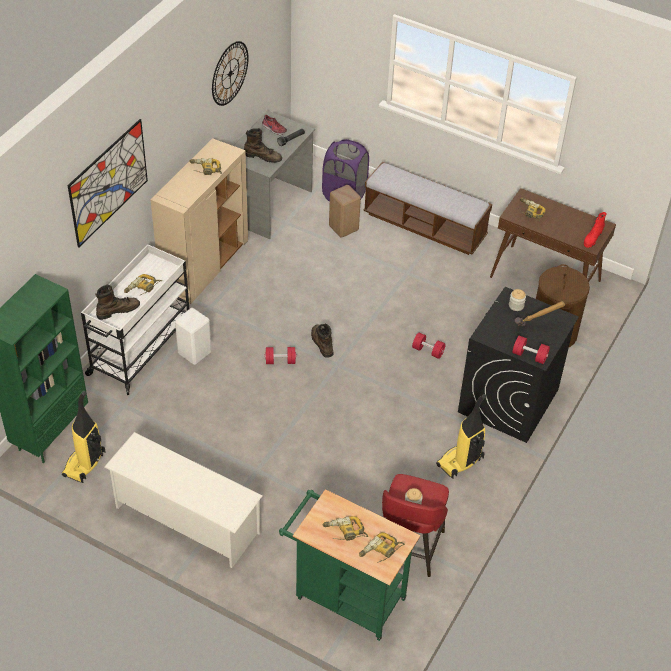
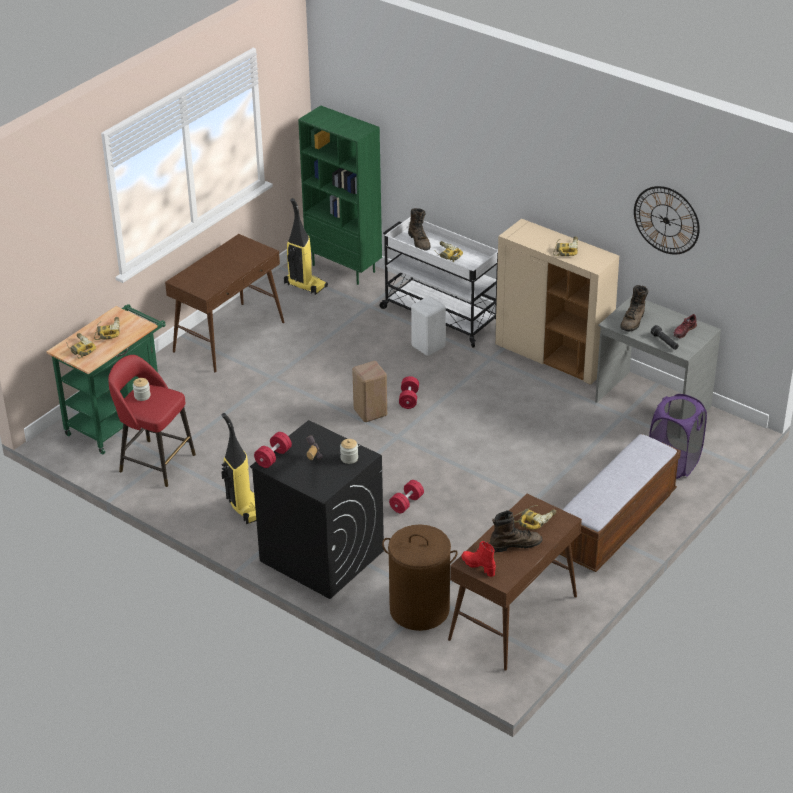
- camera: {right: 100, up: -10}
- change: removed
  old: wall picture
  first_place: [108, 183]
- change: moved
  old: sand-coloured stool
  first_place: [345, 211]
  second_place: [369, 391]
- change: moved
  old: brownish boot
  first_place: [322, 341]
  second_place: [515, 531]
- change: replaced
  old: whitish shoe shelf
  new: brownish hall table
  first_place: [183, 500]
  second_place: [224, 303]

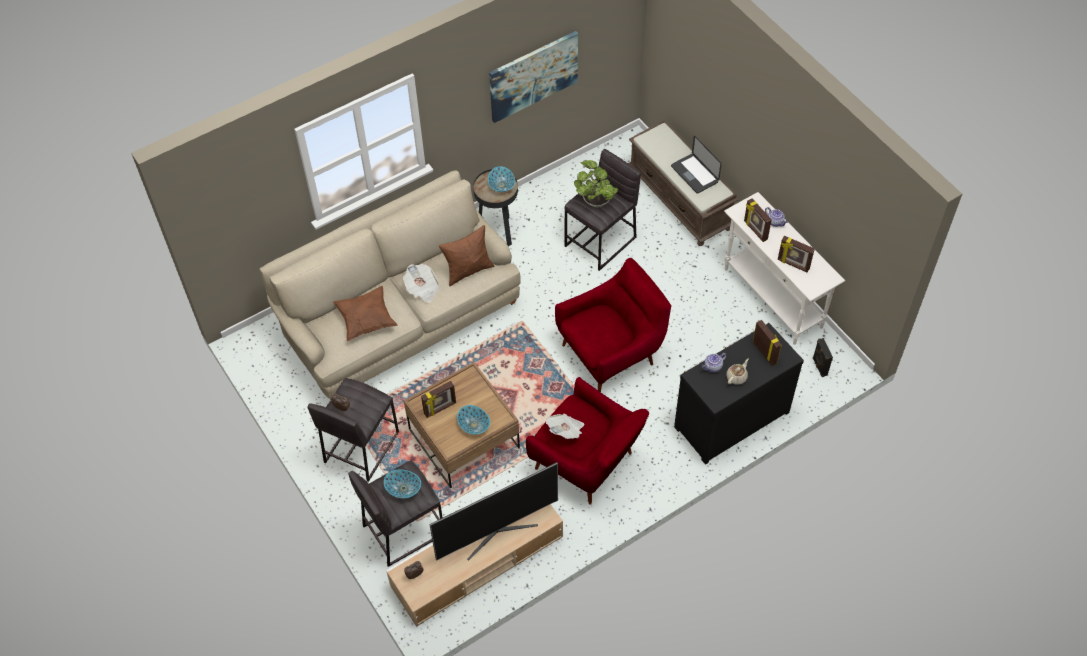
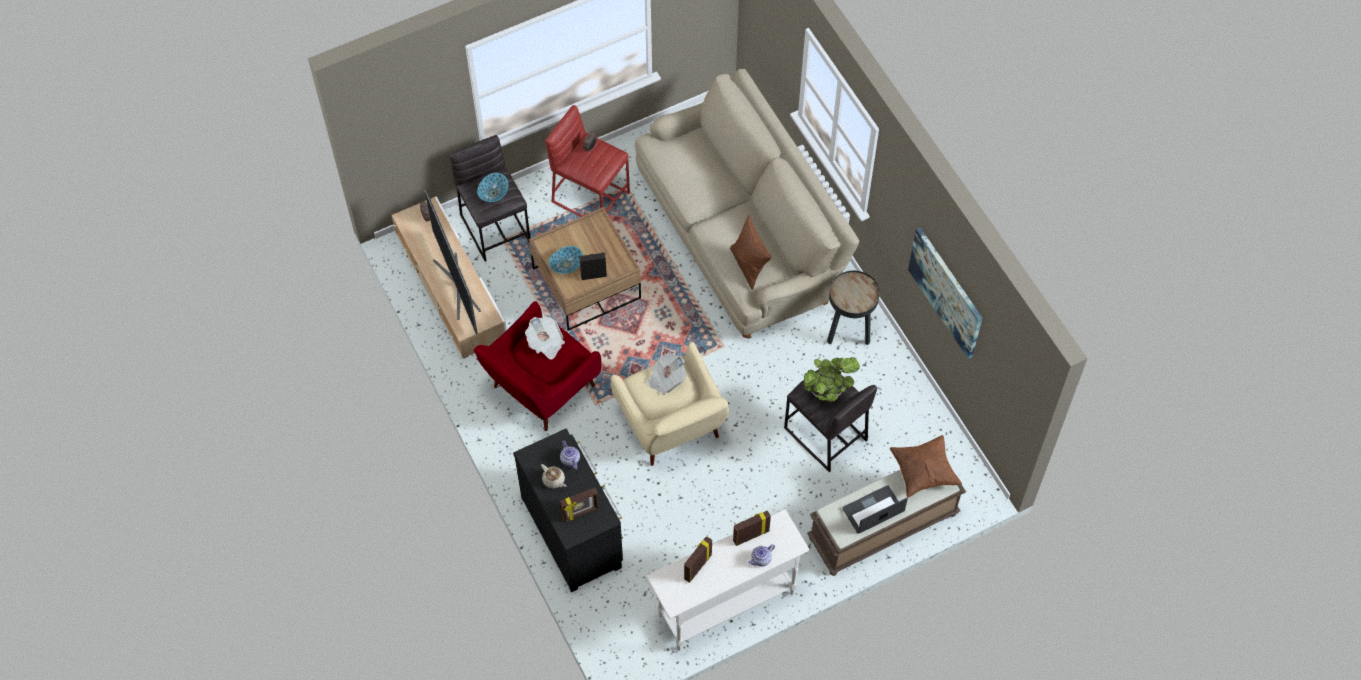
- camera: {right: 95, up: 5}
- change: removed
  old: deep dish
  first_place: [501, 179]
- change: recoloured
  old: red-coloured armchair
  new: sand-coloured armchair
  first_place: [613, 325]
  second_place: [670, 404]
- change: moved
  old: printed paper
  first_place: [422, 283]
  second_place: [666, 374]
- change: moved
  old: brownish cushion
  first_place: [365, 313]
  second_place: [926, 466]
- change: moved
  old: black-coloured loudspeaker
  first_place: [823, 357]
  second_place: [593, 266]
- change: recoloured
  old: greyish stool
  new: red-coloured stool
  first_place: [353, 429]
  second_place: [587, 161]
- change: removed
  old: standing frame
  first_place: [438, 399]

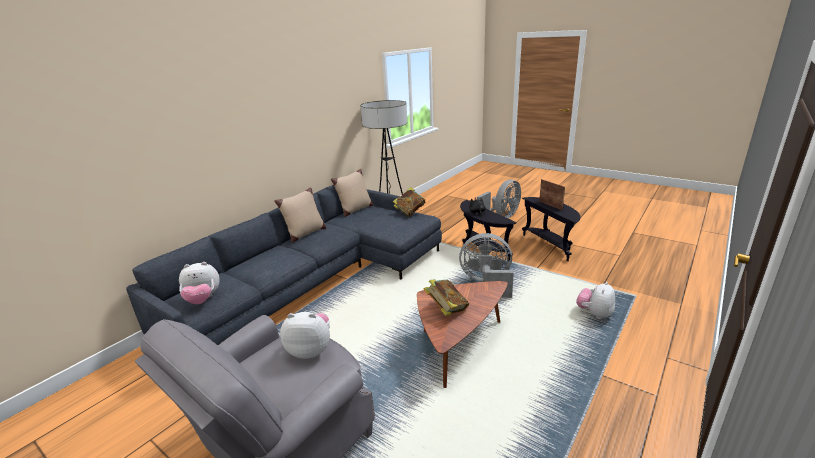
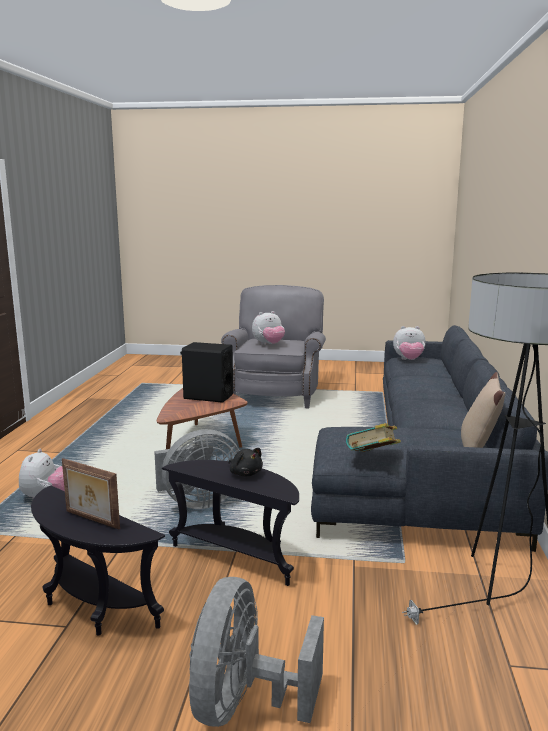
- camera: {right: 150, up: -10}
- change: removed
  old: sand-coloured cushion
  first_place: [300, 214]
- change: turned
  old: plush toy
  first_place: [199, 283]
  second_place: [409, 343]
  degrees: -135
- change: replaced
  old: volume
  new: black-coloured loudspeaker
  first_place: [446, 297]
  second_place: [206, 372]

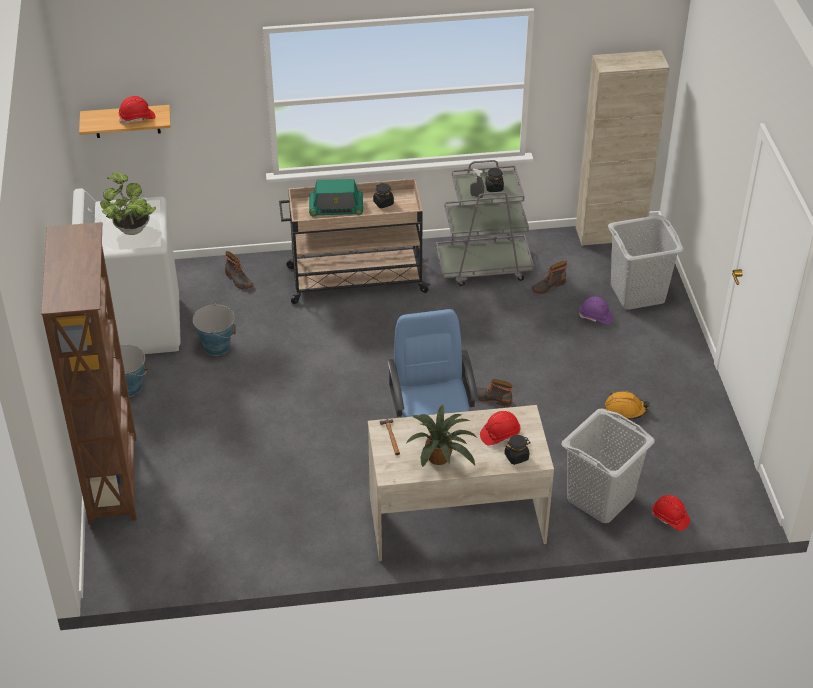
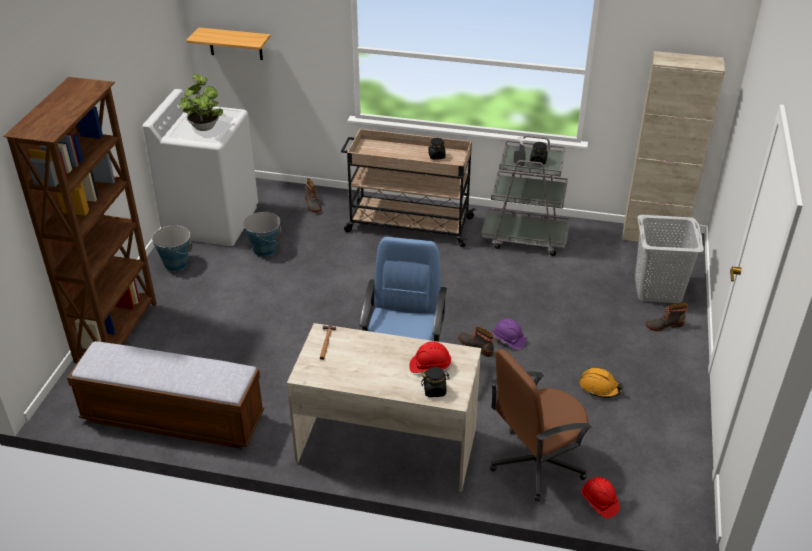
- camera: {right: 20, up: -5}
- change: removed
  old: red-coloured hard hat
  first_place: [137, 110]
- change: removed
  old: radio receiver
  first_place: [336, 197]
- change: moved
  old: boot
  first_place: [549, 277]
  second_place: [667, 317]
- change: moved
  old: purplish hard hat
  first_place: [596, 310]
  second_place: [509, 334]
- change: removed
  old: houseplant
  first_place: [442, 436]
- change: replaced
  old: greyish hamper
  new: brownish computer chair
  first_place: [608, 466]
  second_place: [541, 425]
- change: added
  new: bench
  second_place: [165, 395]

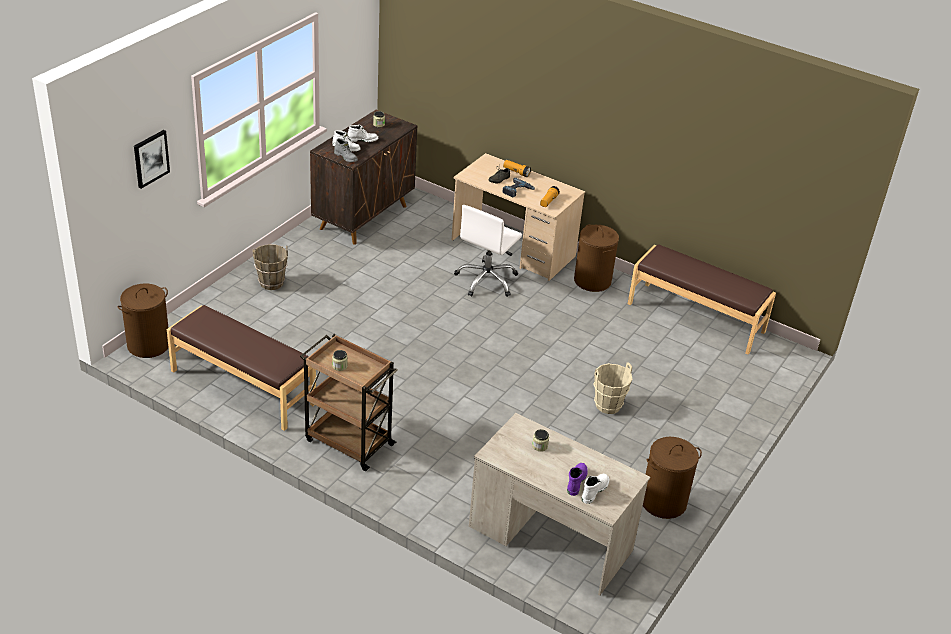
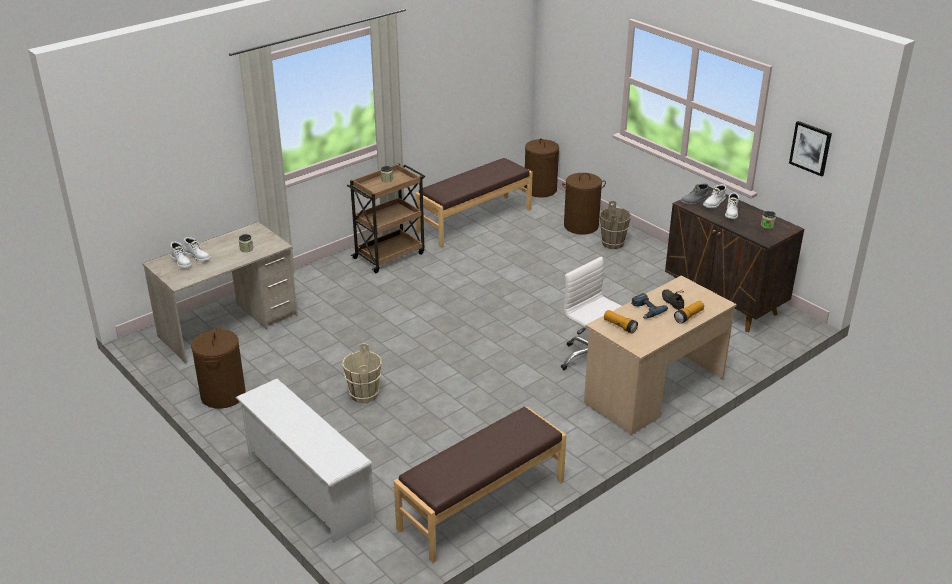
- camera: {right: 110, up: -5}
- change: moved
  old: wall picture
  first_place: [152, 159]
  second_place: [810, 149]
- change: moved
  old: brownish hamper
  first_place: [596, 258]
  second_place: [584, 204]
- change: recoloured
  old: purplish boot
  new: whitish boot
  first_place: [577, 479]
  second_place: [197, 249]
- change: added
  new: whitish shoe shelf
  second_place: [305, 460]

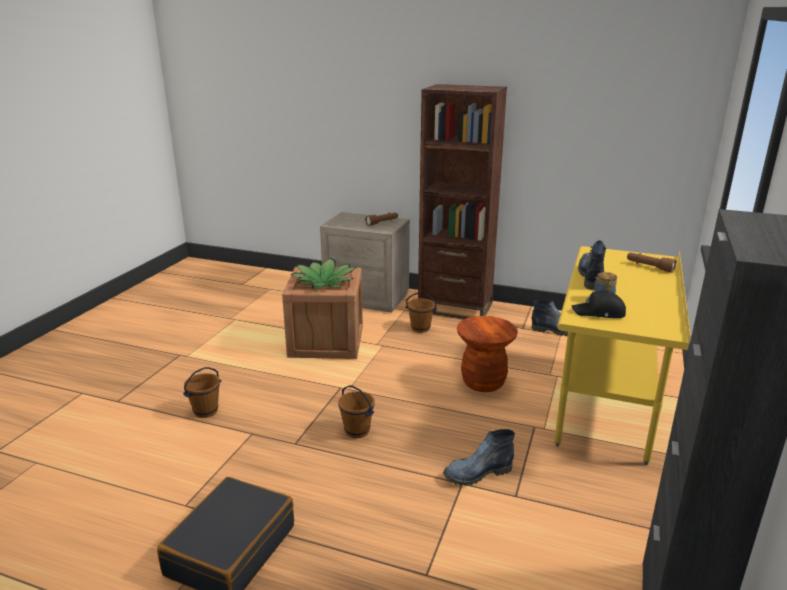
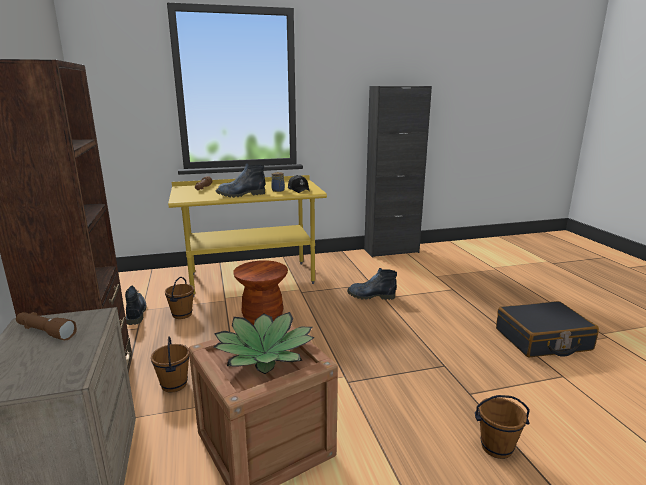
- camera: {right: -125, up: -5}
- change: moved
  old: brownish pail
  first_place: [356, 411]
  second_place: [179, 298]
- change: turned
  old: boot
  first_place: [479, 457]
  second_place: [372, 284]
  degrees: 150

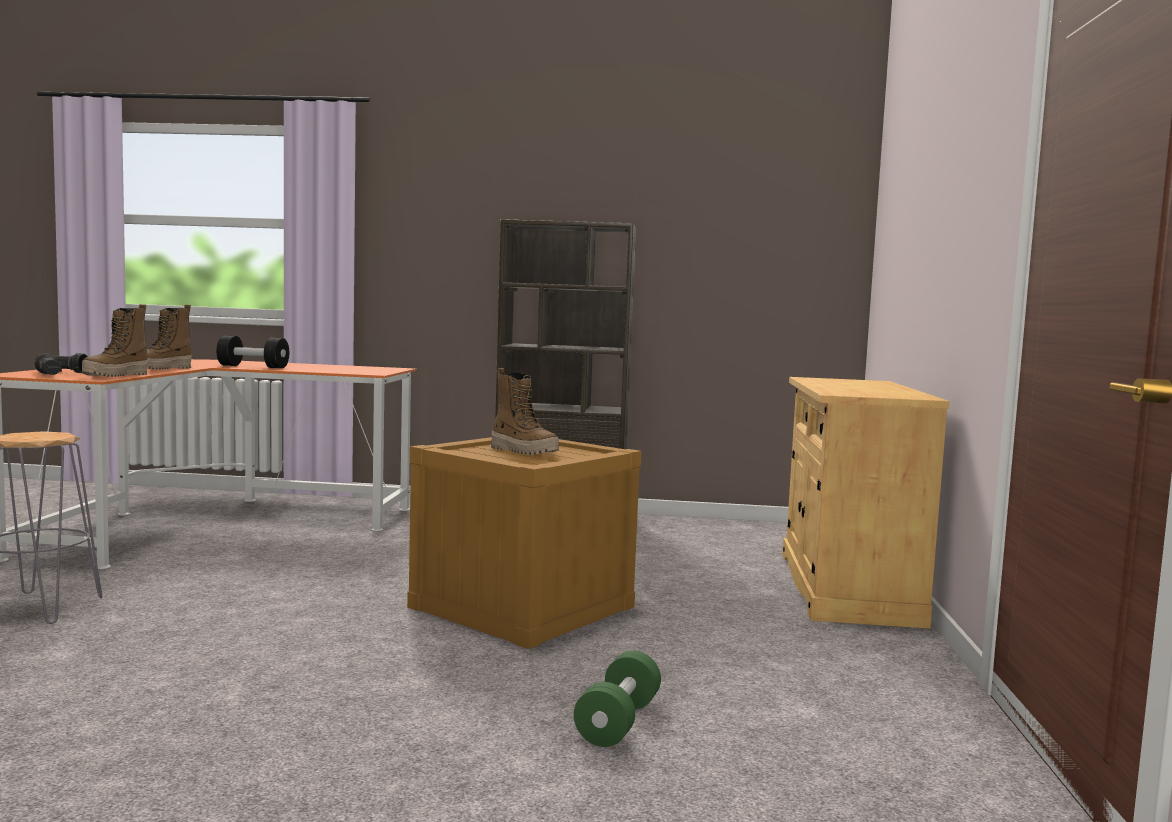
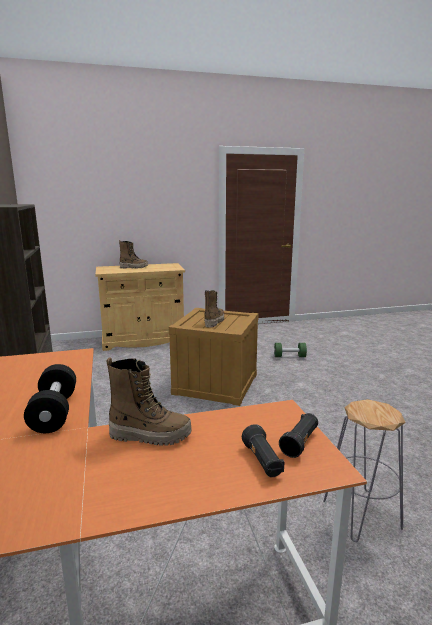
- camera: {right: -110, up: 10}
- change: moved
  old: boot
  first_place: [115, 340]
  second_place: [133, 254]

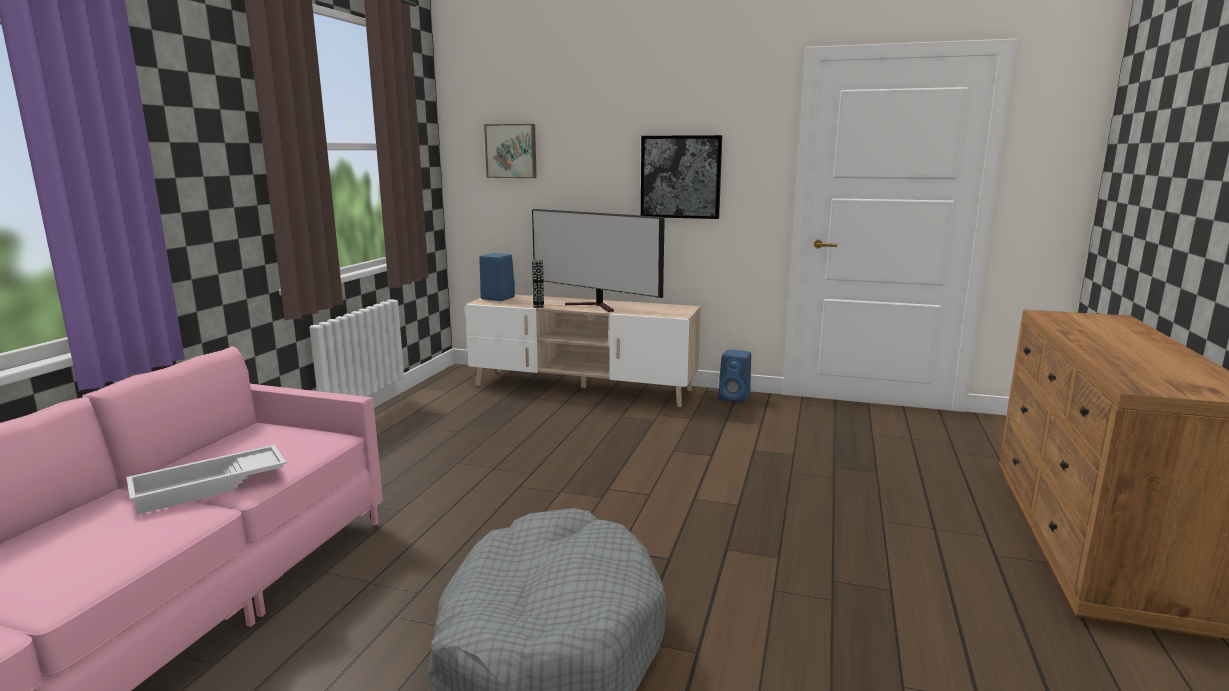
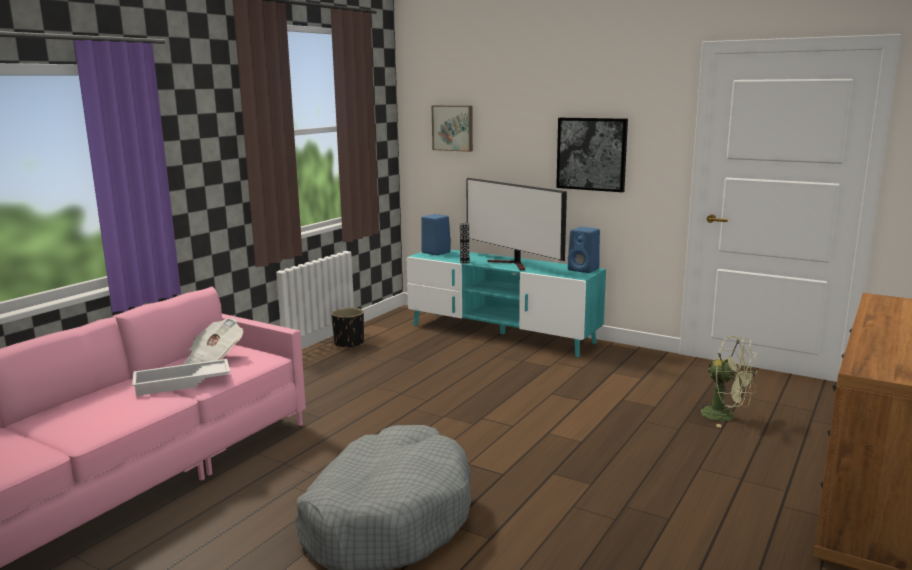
- camera: {right: 15, up: 0}
- change: recoloured
  old: sand-coloured tv stand
  new: turquoise tv stand
  first_place: [583, 351]
  second_place: [506, 304]
- change: moved
  old: blue-coloured loudspeaker
  first_place: [734, 375]
  second_place: [584, 250]
- change: added
  new: black-coloured flower pot
  second_place: [347, 328]
- change: added
  new: printed paper
  second_place: [213, 341]
- change: added
  new: green electric fan
  second_place: [727, 381]

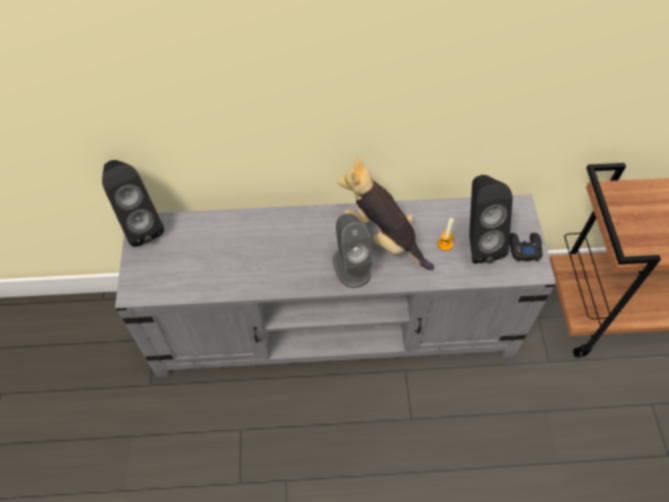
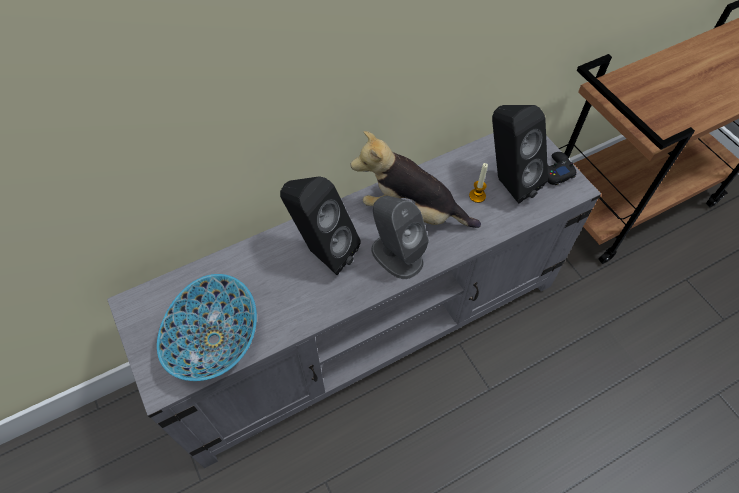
- camera: {right: -25, up: 0}
- change: moved
  old: black-coloured loudspeaker
  first_place: [133, 203]
  second_place: [320, 225]
- change: added
  new: deep dish
  second_place: [207, 327]

